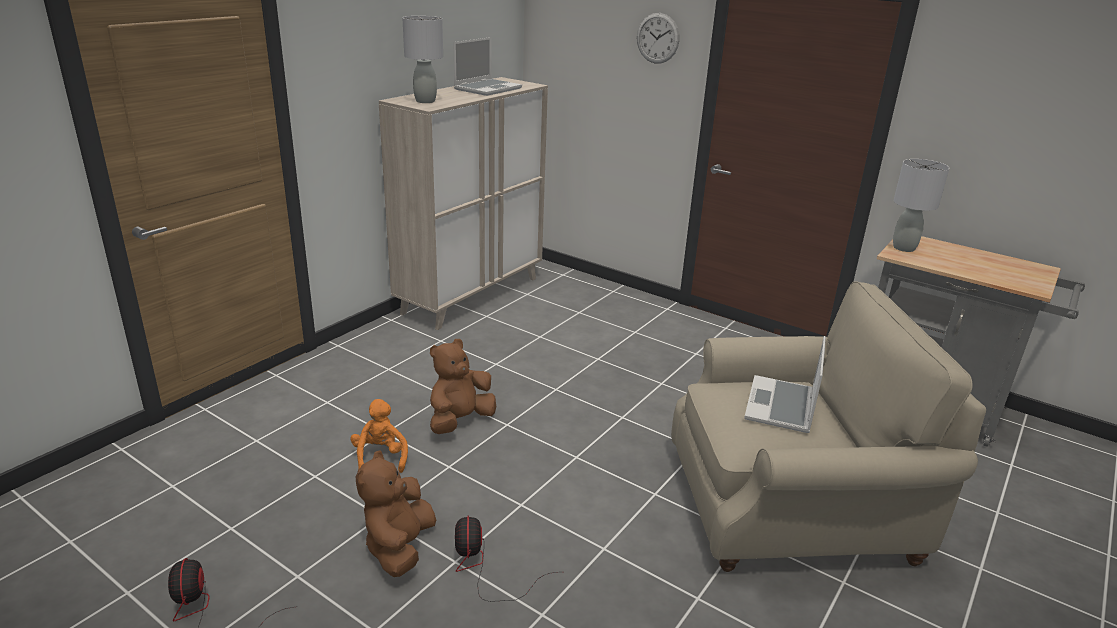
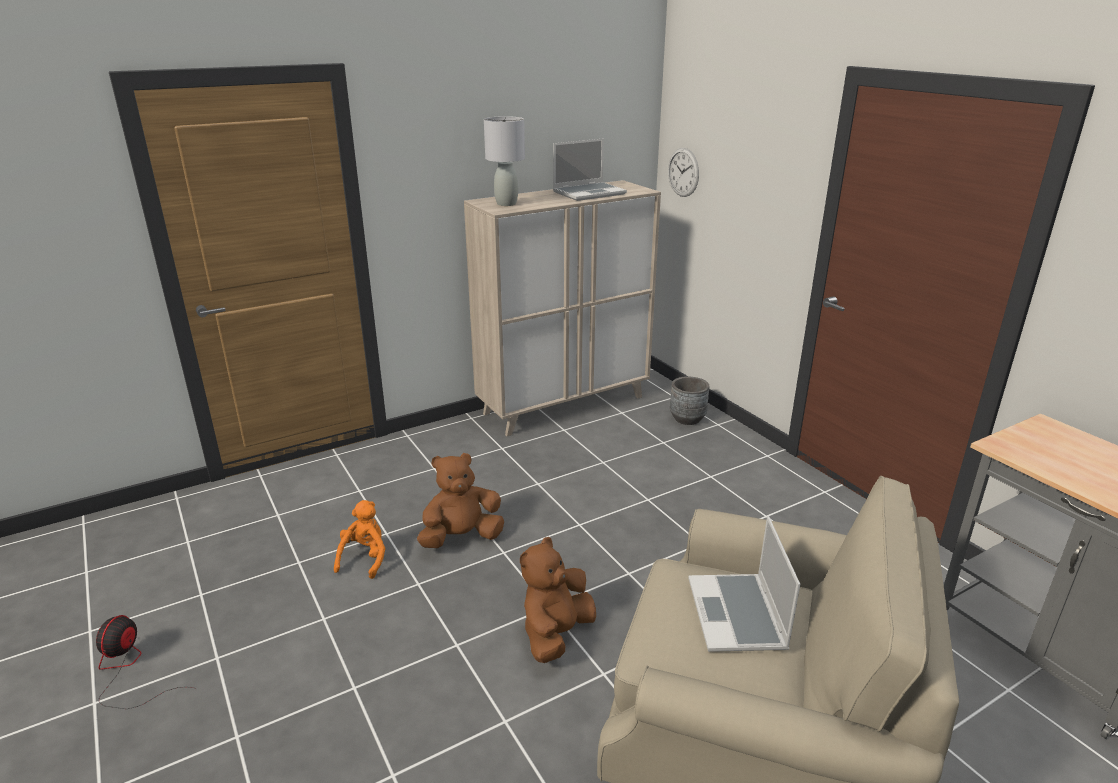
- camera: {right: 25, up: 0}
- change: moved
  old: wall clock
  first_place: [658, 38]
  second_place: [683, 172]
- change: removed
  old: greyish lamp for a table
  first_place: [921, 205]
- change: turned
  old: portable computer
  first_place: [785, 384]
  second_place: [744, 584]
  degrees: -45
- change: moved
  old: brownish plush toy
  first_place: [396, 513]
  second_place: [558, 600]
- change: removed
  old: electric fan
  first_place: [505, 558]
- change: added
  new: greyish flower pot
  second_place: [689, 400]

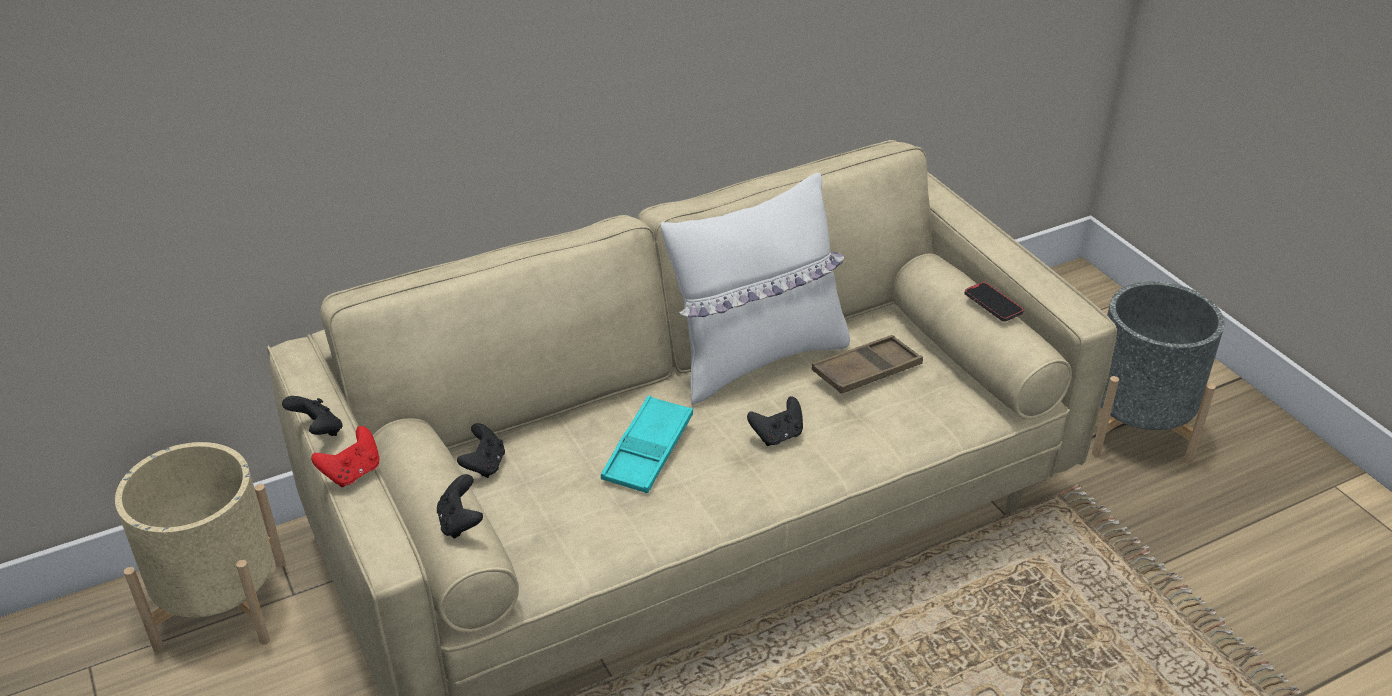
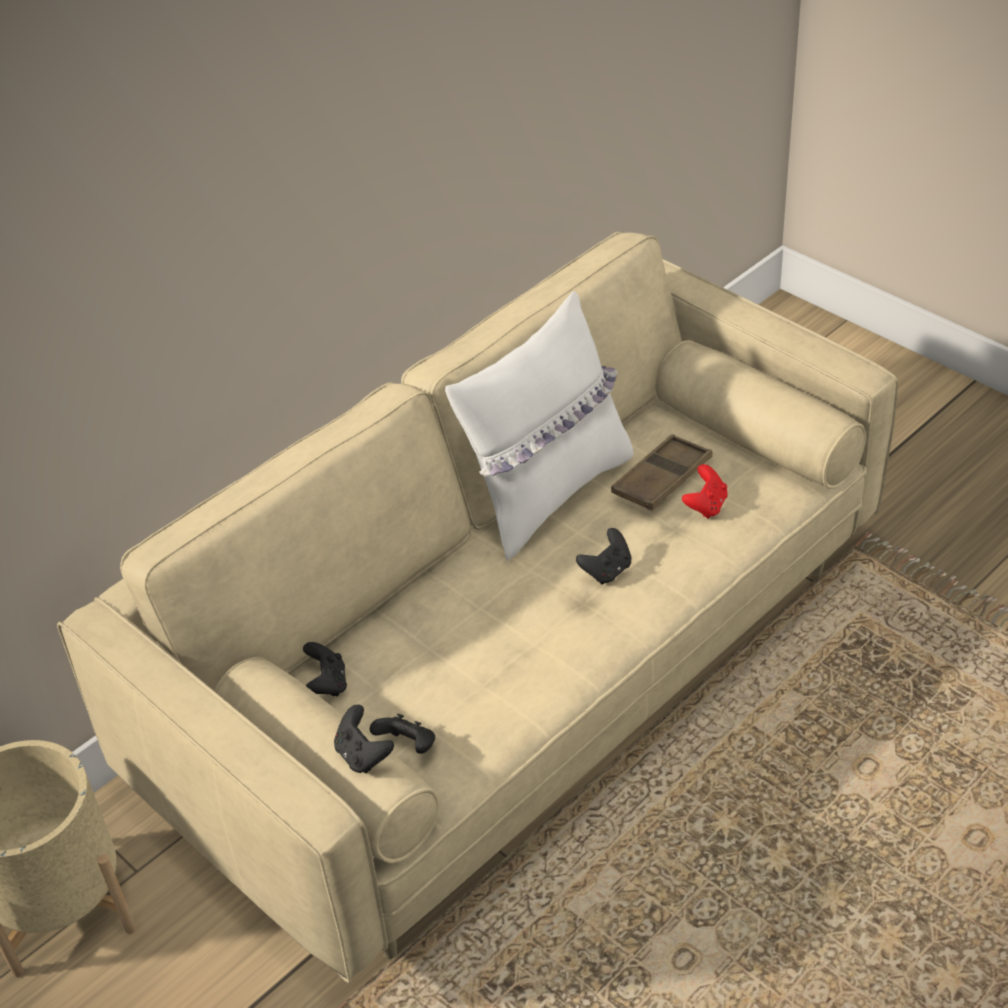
- camera: {right: -15, up: 5}
- change: removed
  old: greyish flower pot
  first_place: [1158, 372]
- change: removed
  old: handset
  first_place: [994, 301]
- change: removed
  old: turquoise carrying tray
  first_place: [647, 444]
- change: moved
  old: black-coloured game controller
  first_place: [312, 416]
  second_place: [402, 734]
- change: moved
  old: red-coloured game controller
  first_place: [345, 456]
  second_place: [705, 491]

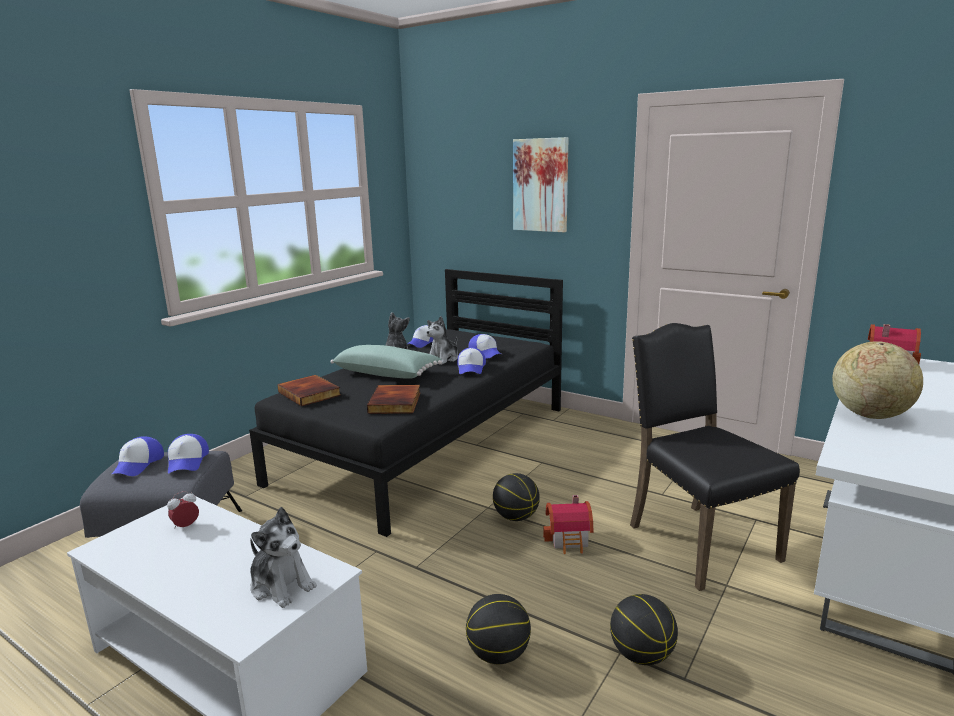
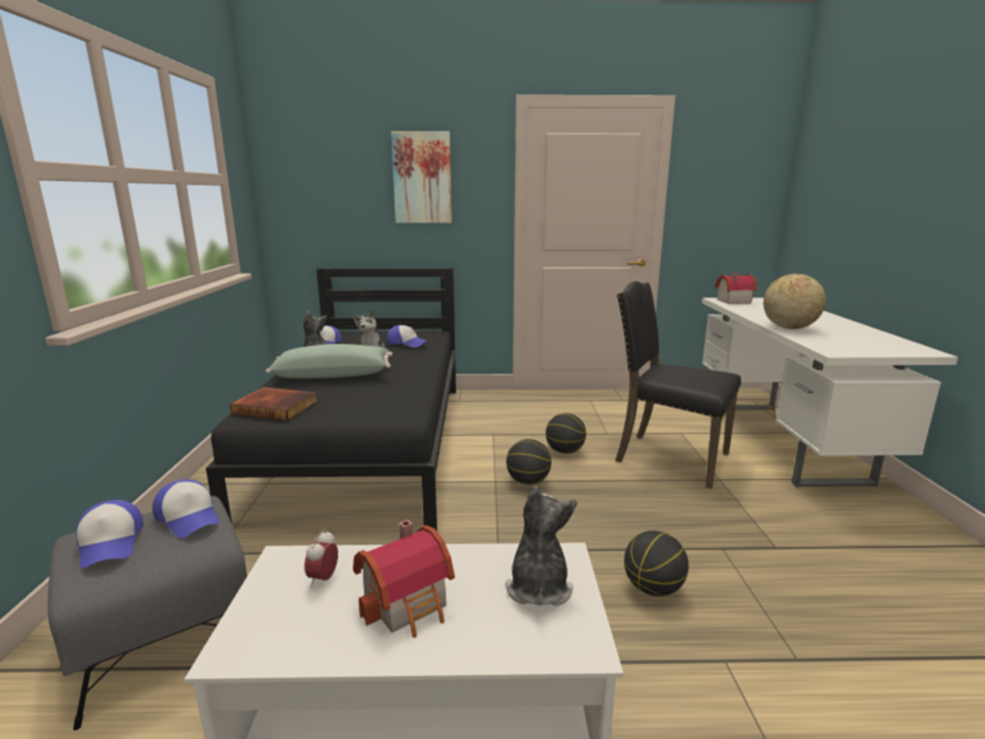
- camera: {right: -35, up: 0}
- change: removed
  old: cap
  first_place: [471, 361]
- change: removed
  old: volume
  first_place: [394, 399]
- change: moved
  old: toy house
  first_place: [568, 524]
  second_place: [404, 579]
- change: turned
  old: plush toy
  first_place: [283, 557]
  second_place: [541, 546]
  degrees: -90
- change: moved
  old: basketball ball
  first_place: [644, 629]
  second_place: [566, 433]

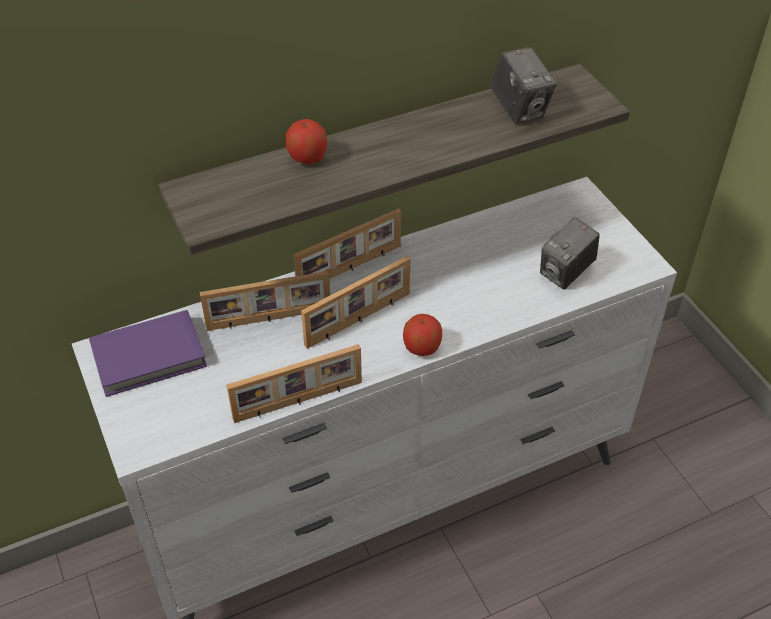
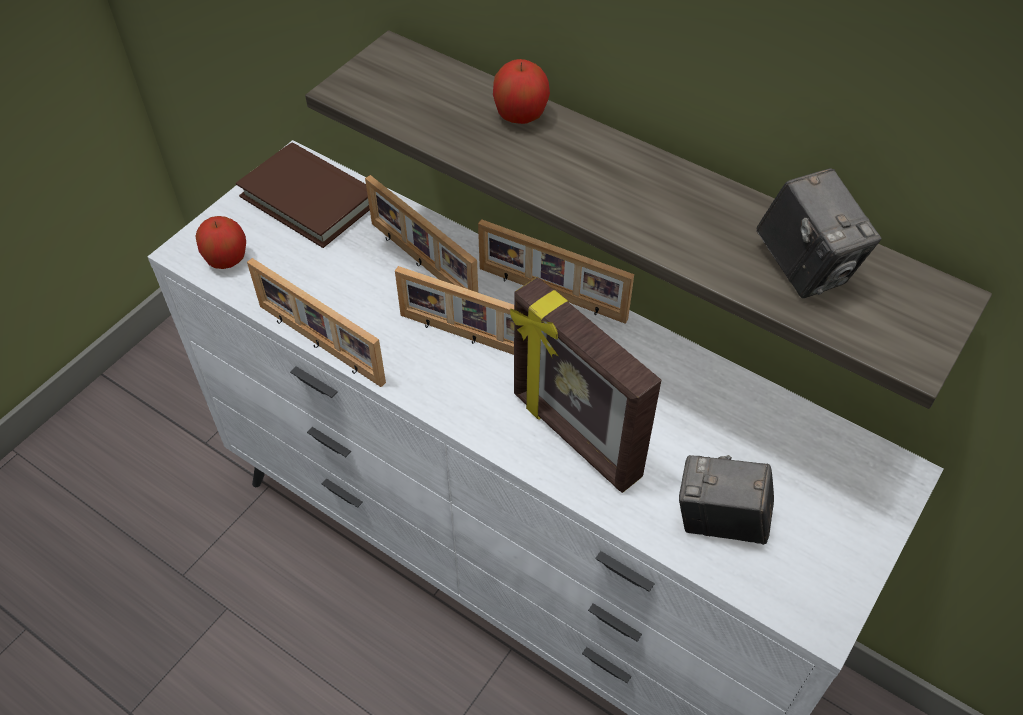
- camera: {right: 60, up: 5}
- change: turned
  old: still camera
  first_place: [523, 85]
  second_place: [818, 233]
  degrees: -60
- change: recoloured
  old: purplish volume
  new: brownish volume
  first_place: [148, 353]
  second_place: [303, 195]
- change: moved
  old: apple fruit
  first_place: [422, 335]
  second_place: [220, 242]
- change: added
  new: standing frame
  second_place: [585, 385]

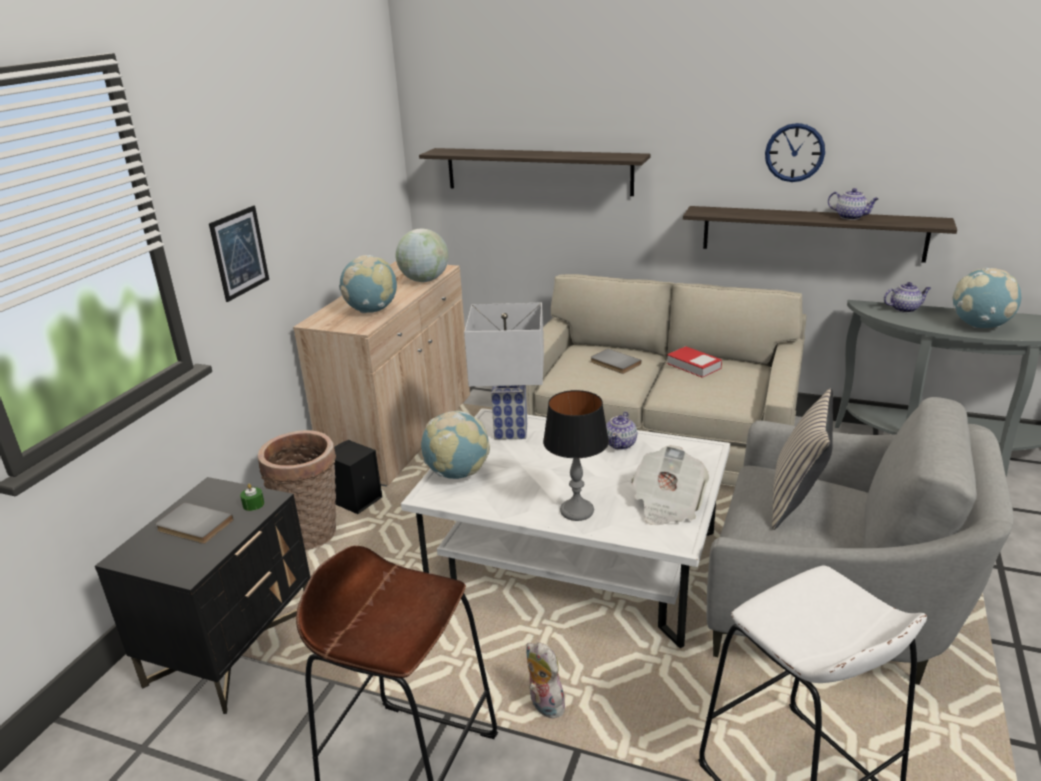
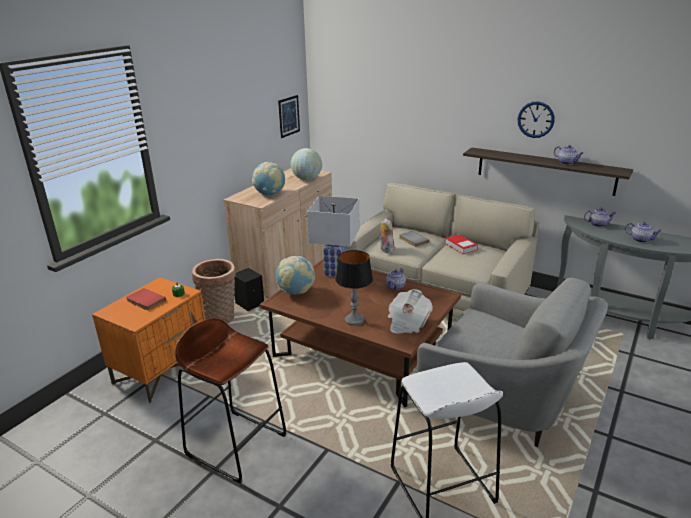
- camera: {right: 10, up: 0}
- change: removed
  old: bracket shelf
  first_place: [534, 172]
- change: moved
  old: wall picture
  first_place: [239, 254]
  second_place: [289, 116]
- change: replaced
  old: world globe
  new: teapot
  first_place: [987, 298]
  second_place: [643, 232]
- change: removed
  old: sand-coloured cushion
  first_place: [802, 459]
- change: recoloured
  old: whitish low table
  new: brownish low table
  first_place: [565, 528]
  second_place: [360, 332]
- change: recoloured
  old: black-coloured bedside table
  new: orangey bedside table
  first_place: [203, 595]
  second_place: [149, 340]
- change: recoloured
  old: greyish volume
  new: red-coloured volume
  first_place: [194, 523]
  second_place: [146, 299]
- change: moved
  old: plush toy
  first_place: [545, 680]
  second_place: [387, 236]

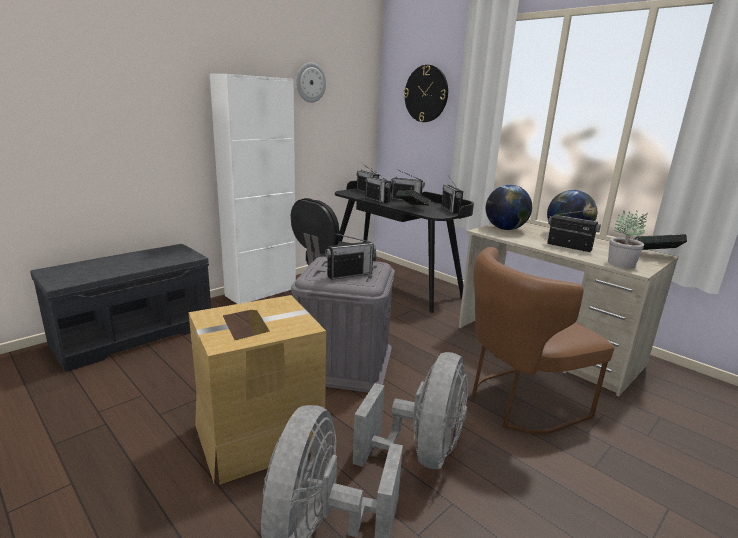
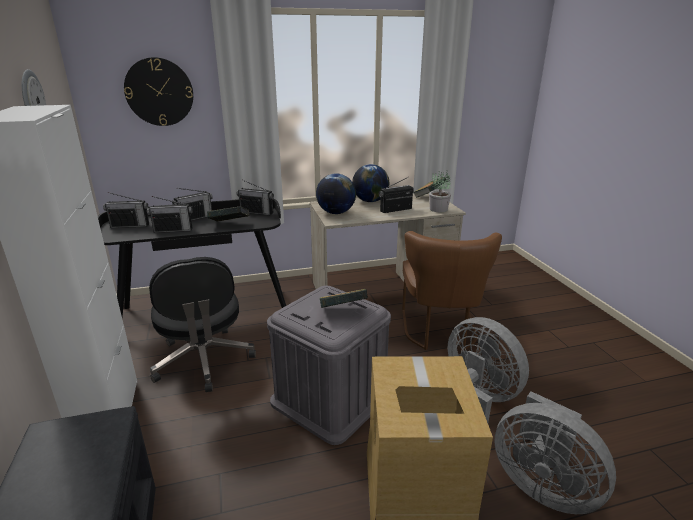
- camera: {right: -60, up: 5}
- change: replaced
  old: radio receiver
  new: volume
  first_place: [350, 256]
  second_place: [344, 298]

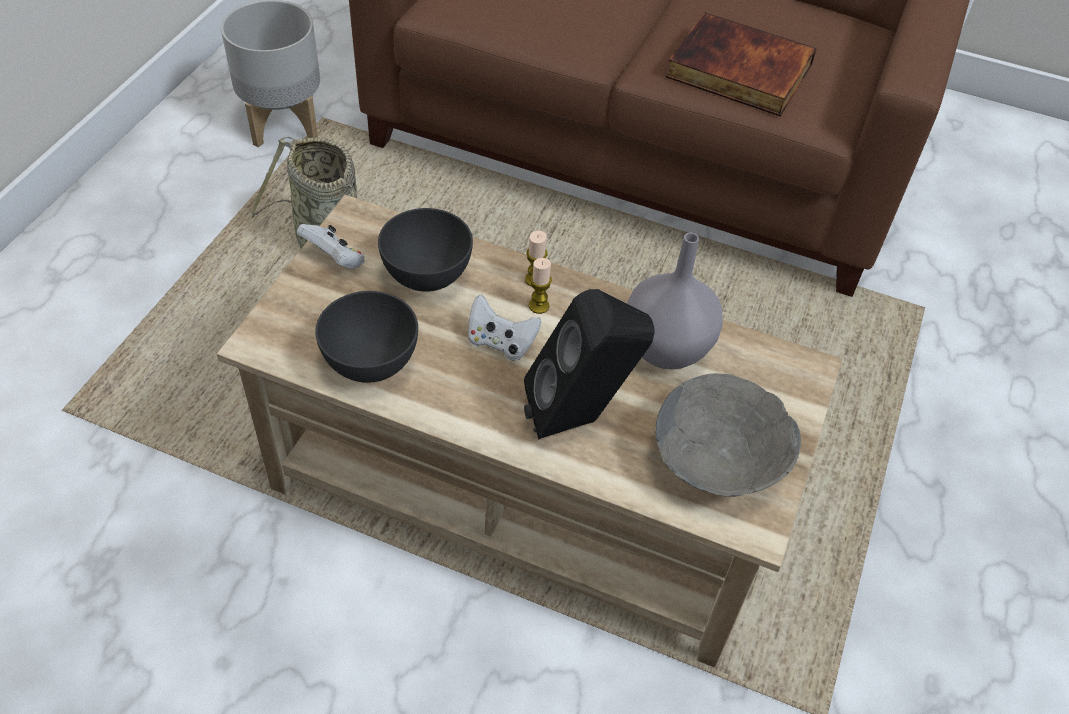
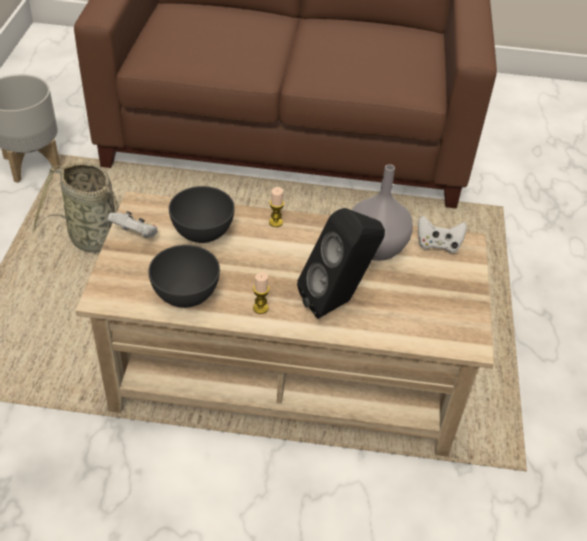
- camera: {right: -15, up: -5}
- change: removed
  old: volume
  first_place: [741, 64]
- change: moved
  old: wax light
  first_place: [540, 286]
  second_place: [261, 293]
- change: moved
  old: whitish game controller
  first_place: [504, 328]
  second_place: [442, 234]
- change: removed
  old: greyish deep dish
  first_place: [728, 435]

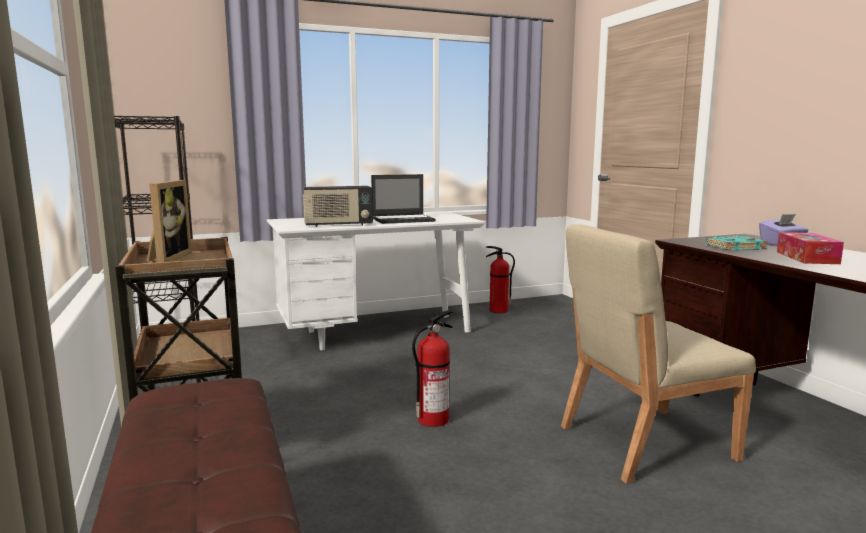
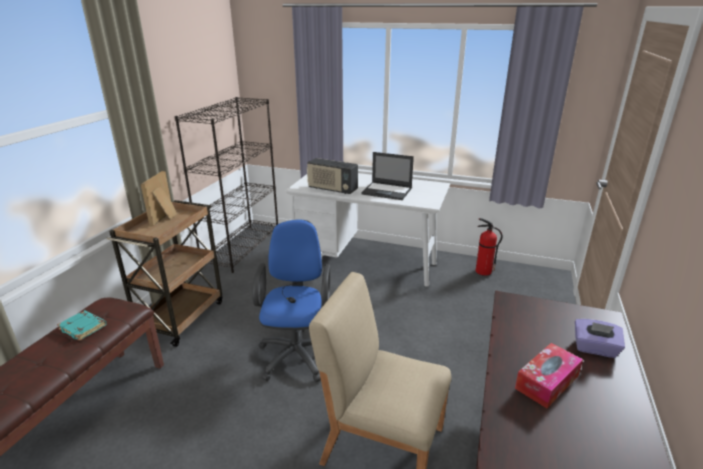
- camera: {right: 40, up: 15}
- change: turned
  old: standing frame
  first_place: [169, 221]
  second_place: [159, 198]
  degrees: 150
- change: moved
  old: turquoise volume
  first_place: [736, 243]
  second_place: [82, 325]
- change: replaced
  old: fire extinguisher
  new: blue-coloured computer chair
  first_place: [433, 368]
  second_place: [291, 301]

